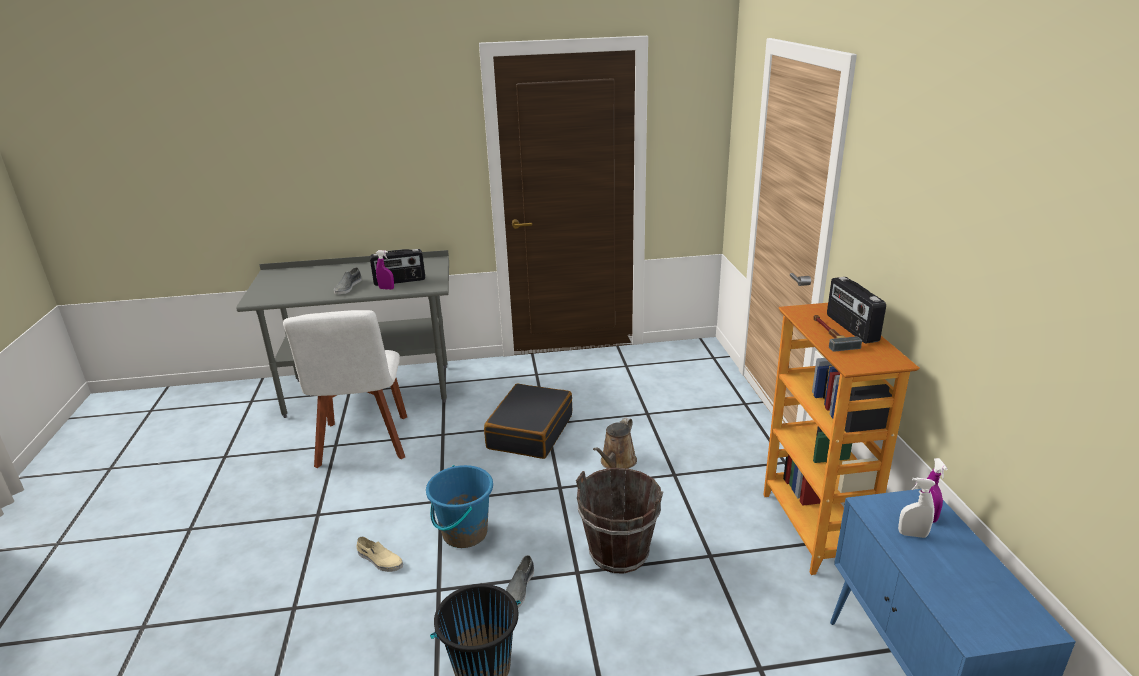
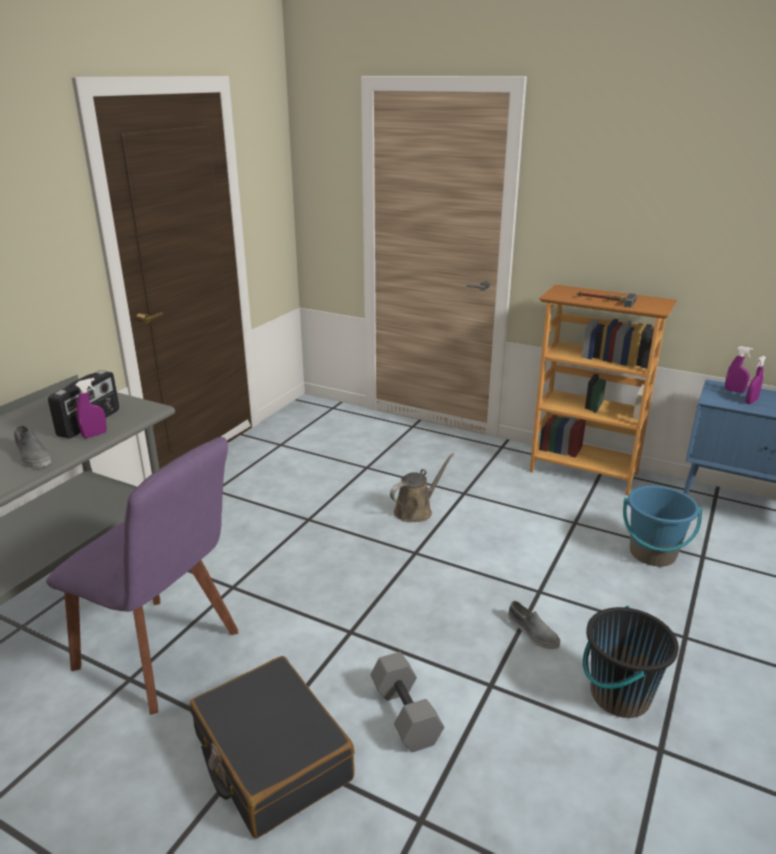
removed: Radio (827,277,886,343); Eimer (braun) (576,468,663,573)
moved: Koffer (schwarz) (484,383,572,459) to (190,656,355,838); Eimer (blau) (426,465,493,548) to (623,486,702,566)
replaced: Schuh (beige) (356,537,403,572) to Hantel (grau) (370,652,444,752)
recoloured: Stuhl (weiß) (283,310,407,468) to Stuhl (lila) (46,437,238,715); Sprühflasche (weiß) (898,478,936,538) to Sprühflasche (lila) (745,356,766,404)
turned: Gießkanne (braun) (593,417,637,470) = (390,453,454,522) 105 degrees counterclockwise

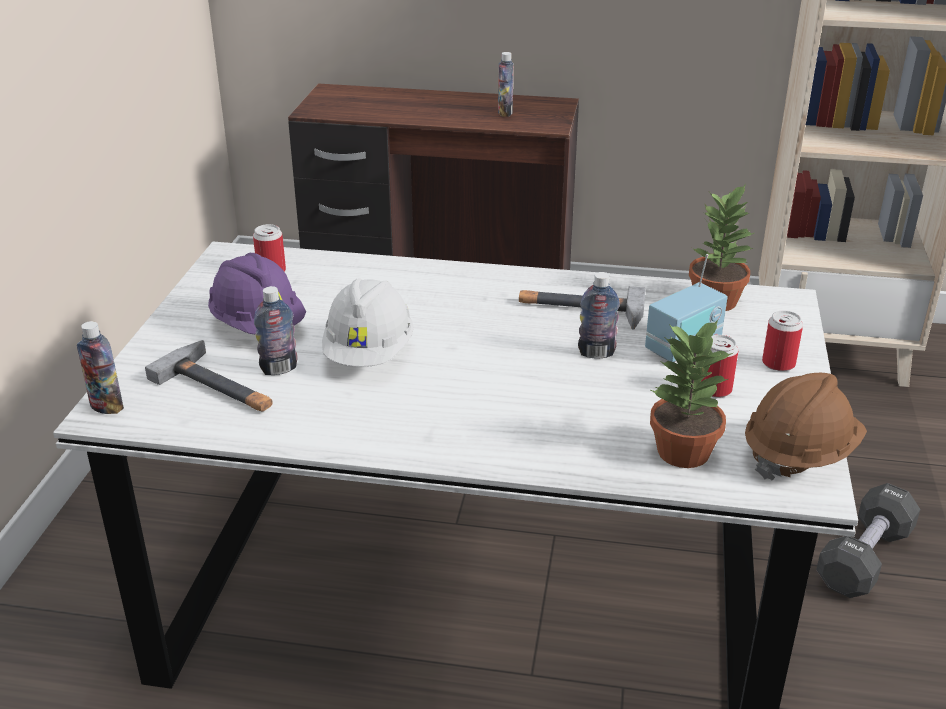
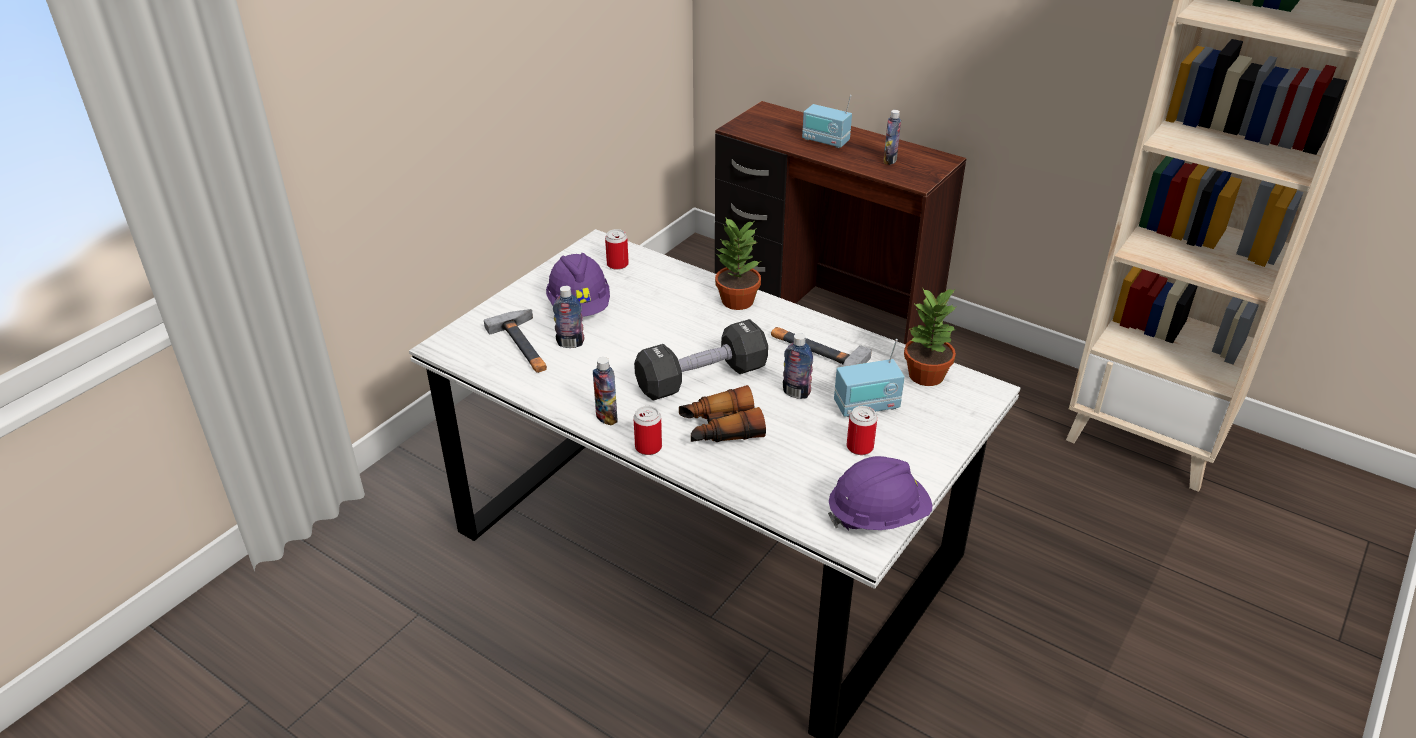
removed: Schutzhelm (weiß) (322,278,414,367)
added: Radio (802,95,852,148); Fernglas (679,385,766,442)
moved: Dose (762,311,803,371) to (633,406,662,455); Topfpflanze (650,319,733,468) to (715,217,761,310); Flasche (77,321,124,414) to (593,357,618,425); Hantel (schwarz) (816,483,920,598) to (634,319,768,401)
recoloured: Schutzhelm (braun) (745,373,867,480) to Schutzhelm (lila) (828,456,932,530)

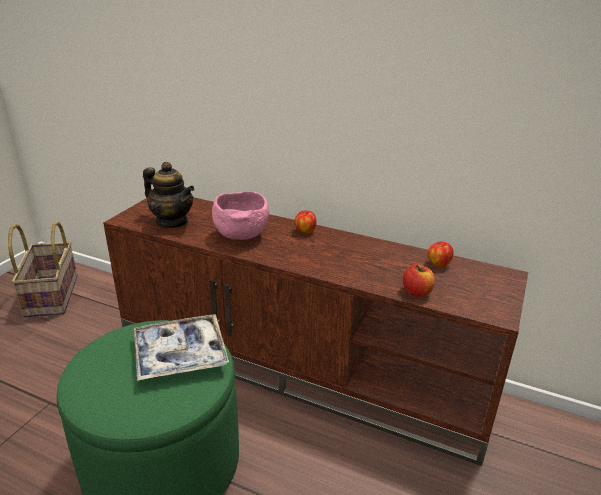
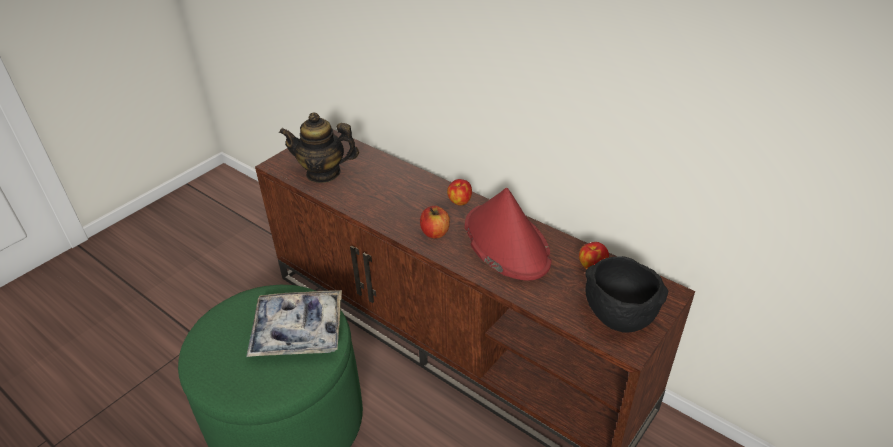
removed: Schüssel (rosa) (212,191,269,240); Korb (8,221,78,318)
added: Hut (rot) (465,188,552,281); Schüssel (schwarz) (585,256,668,333)
moved: Apfel (403,264,435,297) to (420,206,450,239)
turned: Teekanne (143,162,195,228) = (279,112,359,183) 135 degrees clockwise

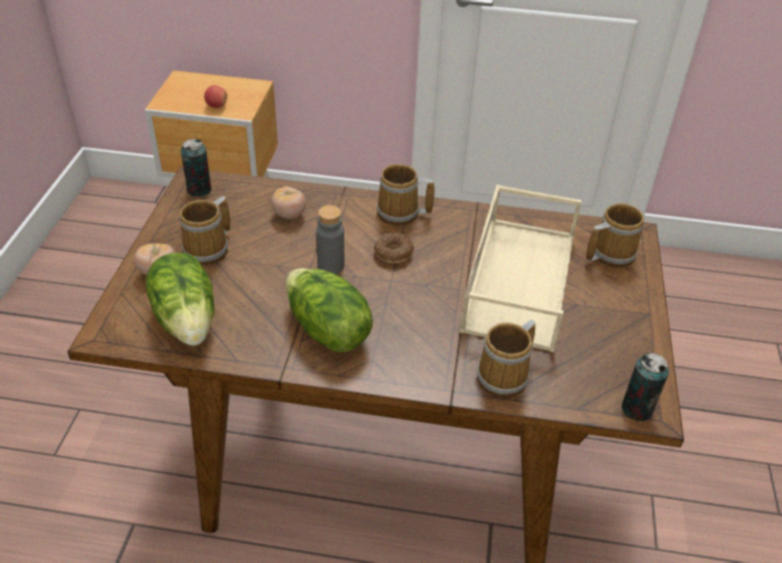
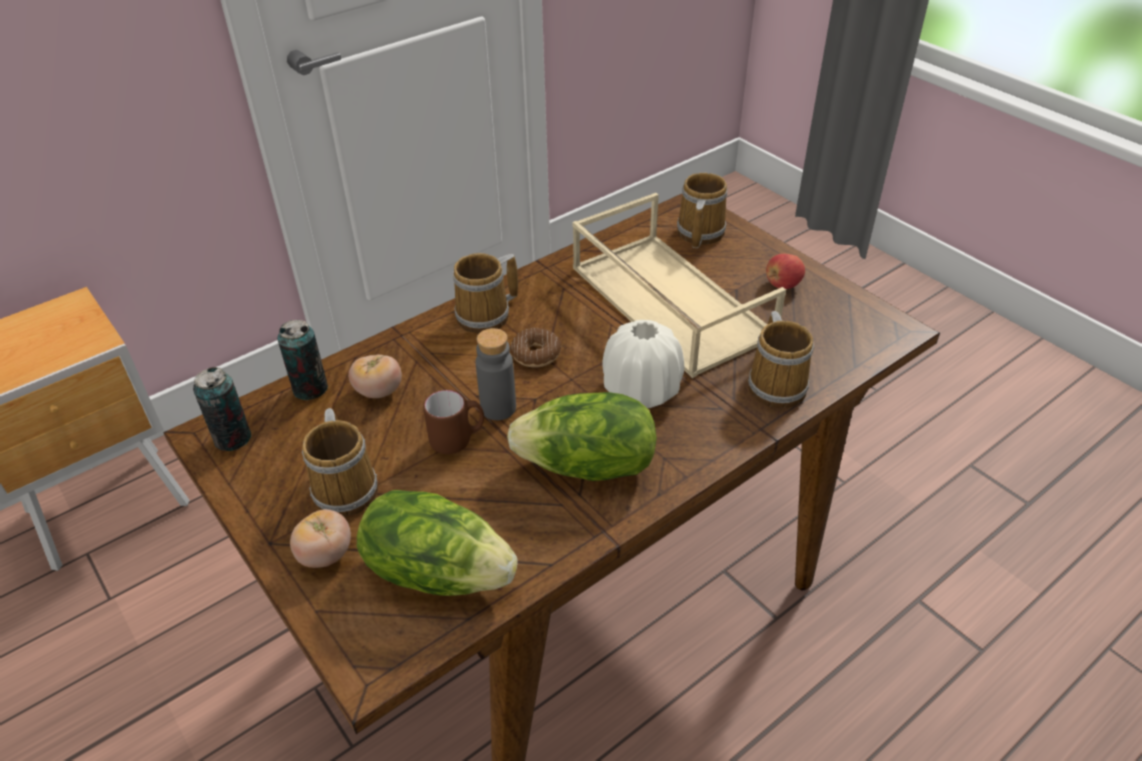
added: Vase (weiß) (603,320,684,408); Henkelbecher (braun) (423,390,484,454)
moved: Apfel (204,85,227,108) to (766,254,805,289); Dose (621,353,669,421) to (277,320,328,400)

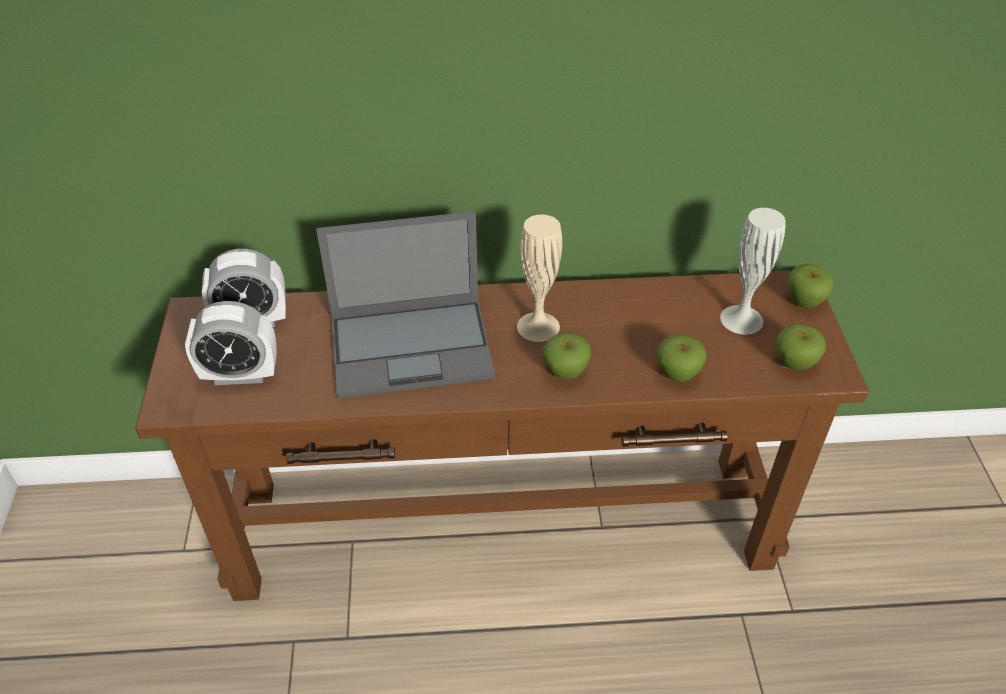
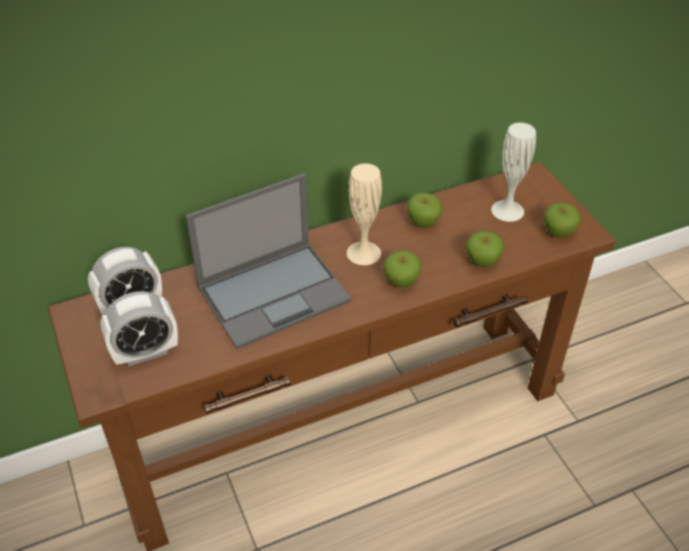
moved: Apfel (788,264,834,308) to (407,193,443,228)

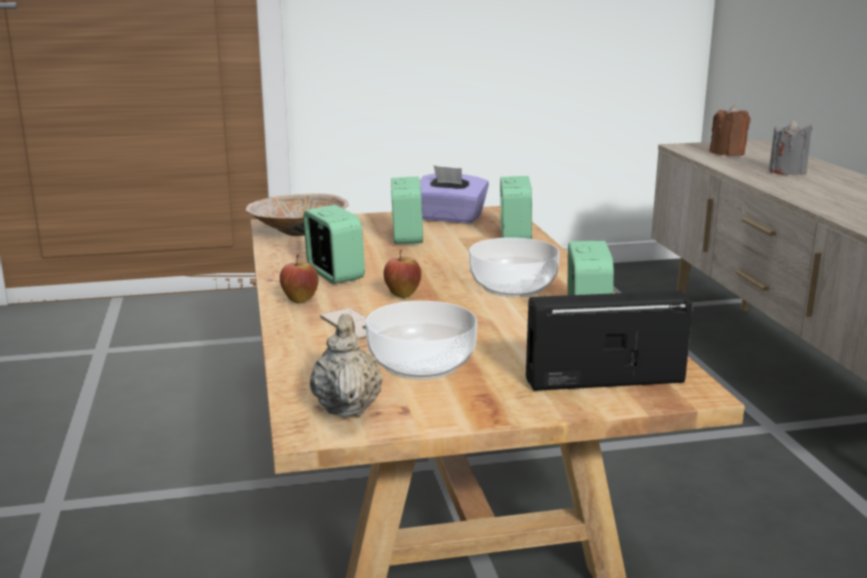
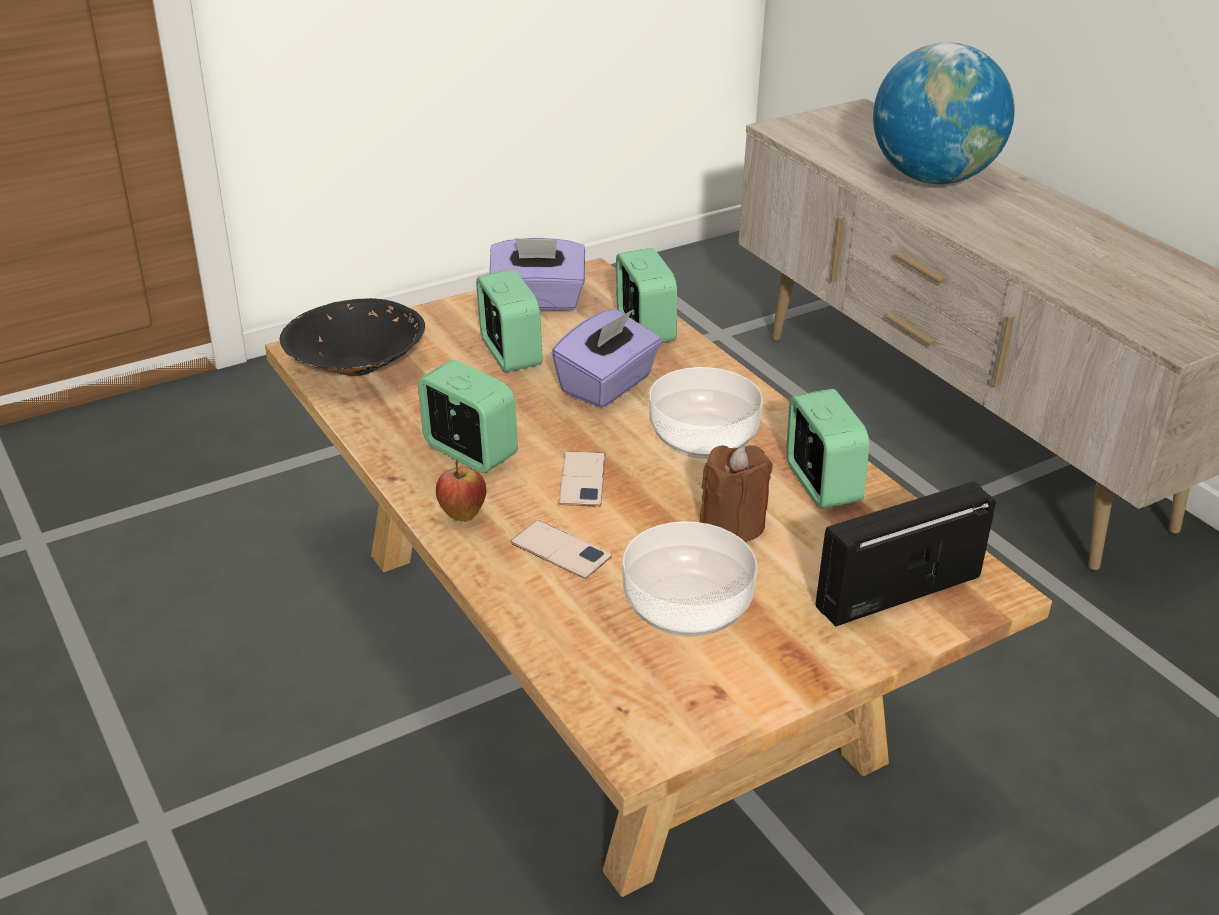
removed: Teekanne (beige) (310,314,383,418)
added: Taschentuchbox (lila) (552,309,662,408)
moved: Kerze (braun) (709,105,751,156) to (700,445,773,542)
replaced: Kerze (grau) (769,119,813,175) to Globus (873,42,1015,184); Apfel (384,250,421,298) to Handy (559,451,606,507)
recoloured: Schüssel (beige) (246,193,349,236) to Schüssel (schwarz) (280,298,425,376)

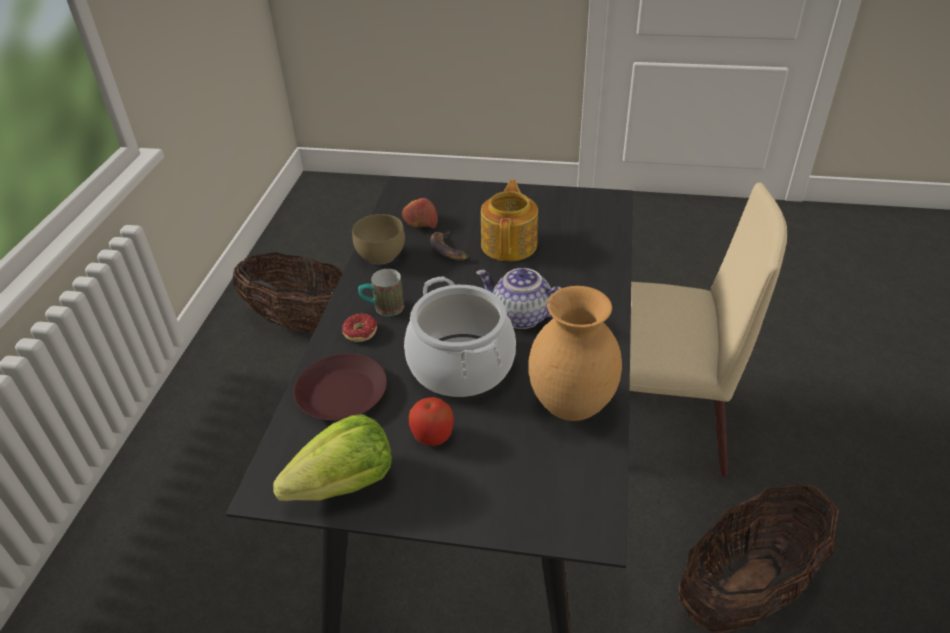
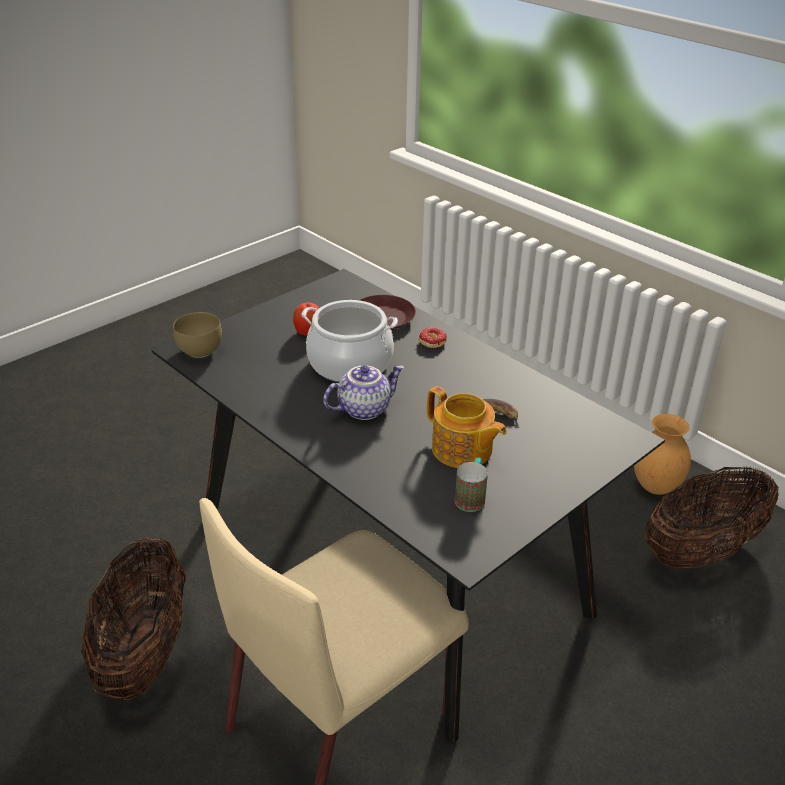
removed: Apfel (402,198,438,228); Salatkopf (273,414,392,501)
moved: Schüssel (braun) (352,214,405,264) to (173,312,222,358); Henkelbecher (358,269,404,316) to (455,457,488,512); Vase (braun) (528,286,622,421) to (634,414,691,495)

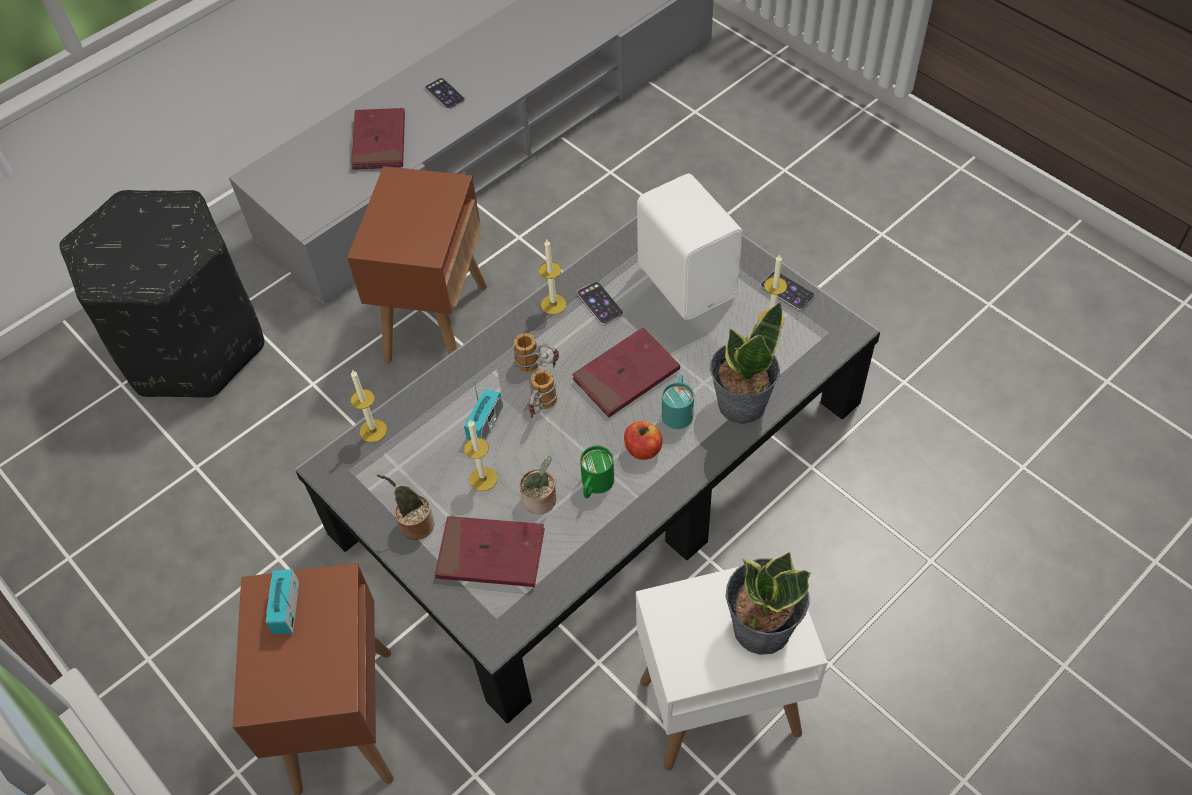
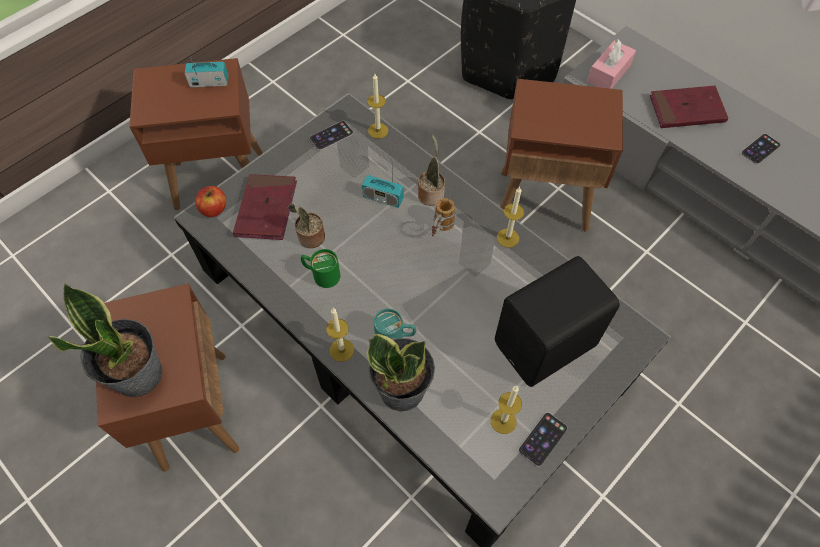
removed: Buch (rot) (572,328,680,417); Henkelbecher (528,370,557,418)
added: Taschentuchbox (rosa) (587,39,636,89)
moved: Handy (577,282,623,325) to (309,121,353,150); Kerze (464,420,498,491) to (326,308,354,362); Apfel (624,421,662,460) to (195,186,226,217); Topfpflanze (377,474,434,540) to (418,134,445,206)
recoloured: Lautsprecher (weiß) (637,174,742,320) to Lautsprecher (schwarz) (495,256,620,387); Beistelltisch (weiß) (636,557,828,770) to Beistelltisch (braun) (96,284,240,472)

